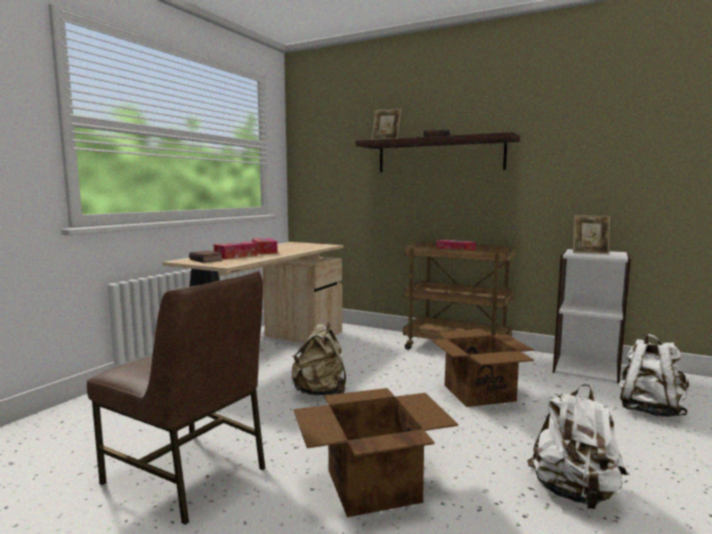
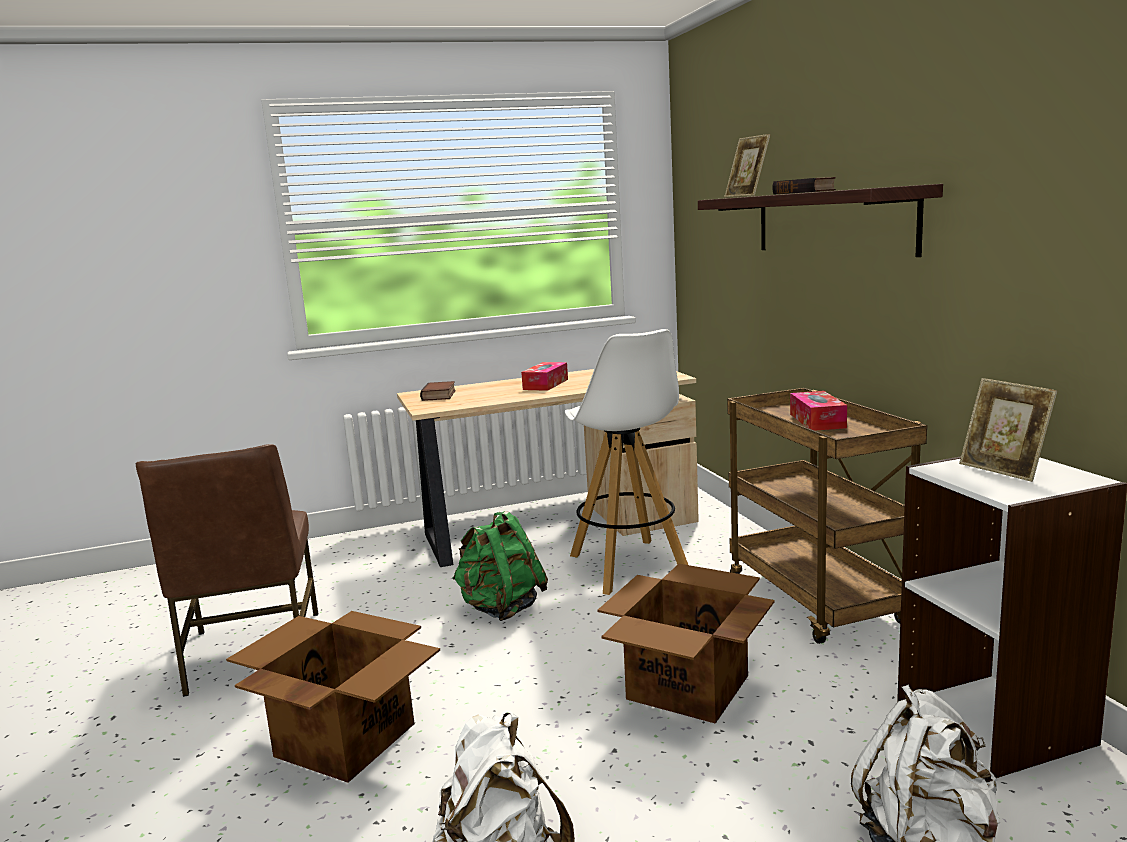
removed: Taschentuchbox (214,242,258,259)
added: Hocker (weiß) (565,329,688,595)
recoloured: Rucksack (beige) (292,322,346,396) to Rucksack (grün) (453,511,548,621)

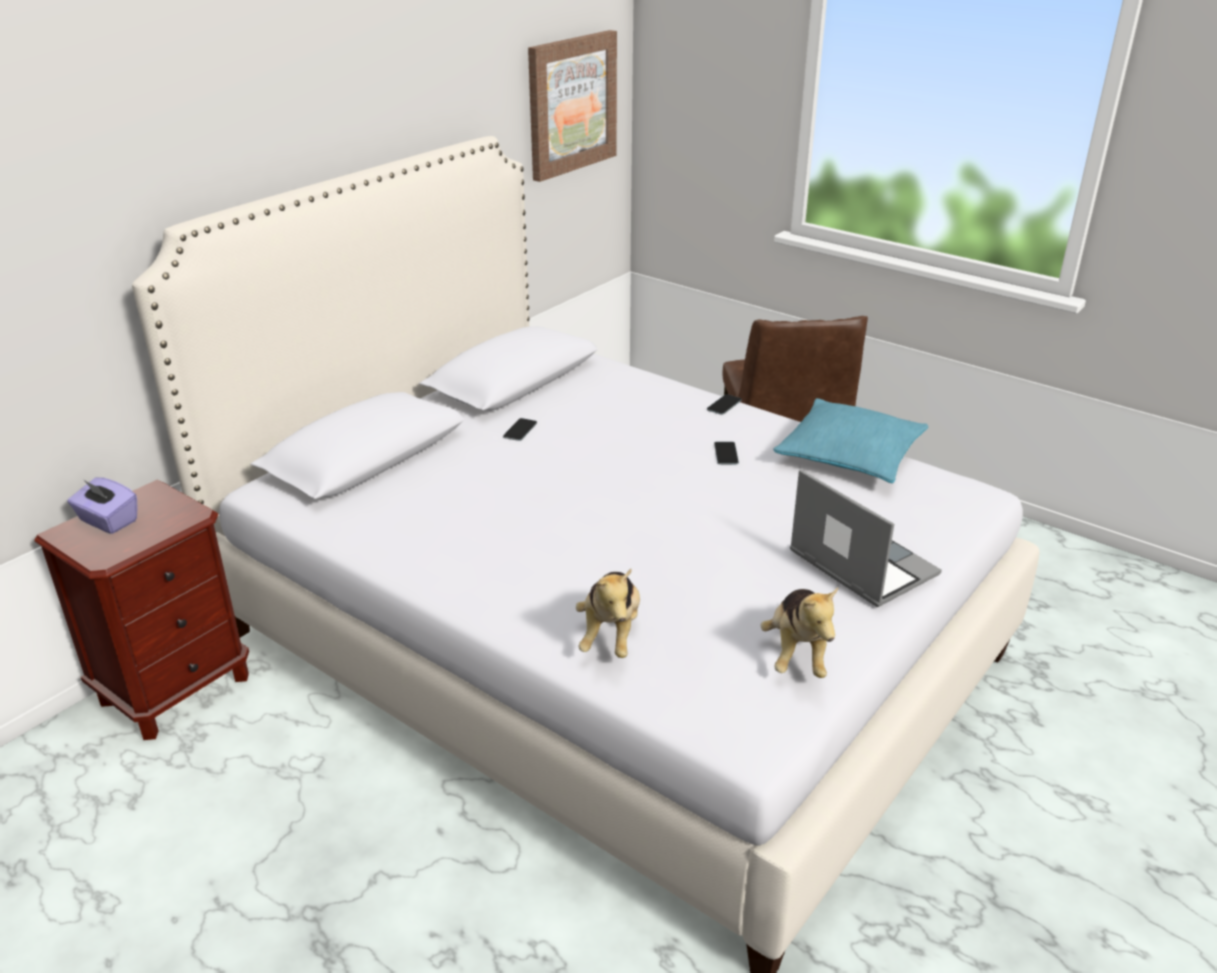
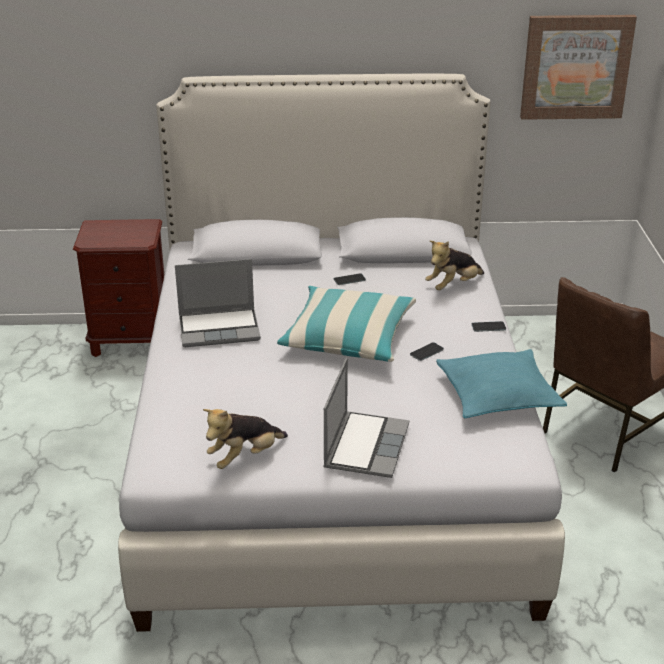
removed: Taschentuchbox (lila) (67,477,137,534)
added: Laptop (175,259,261,347); Kissen (277,286,416,362)
moved: Plüschtier (576,569,640,658) to (425,241,484,290)

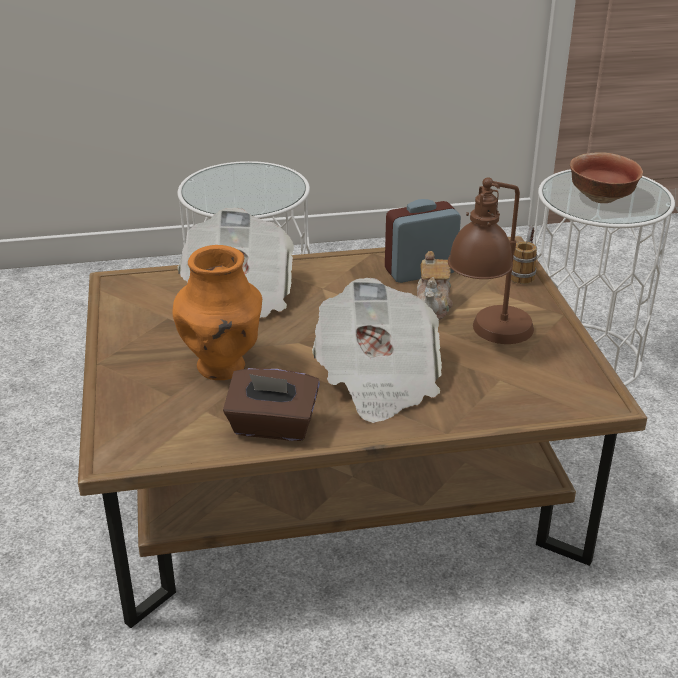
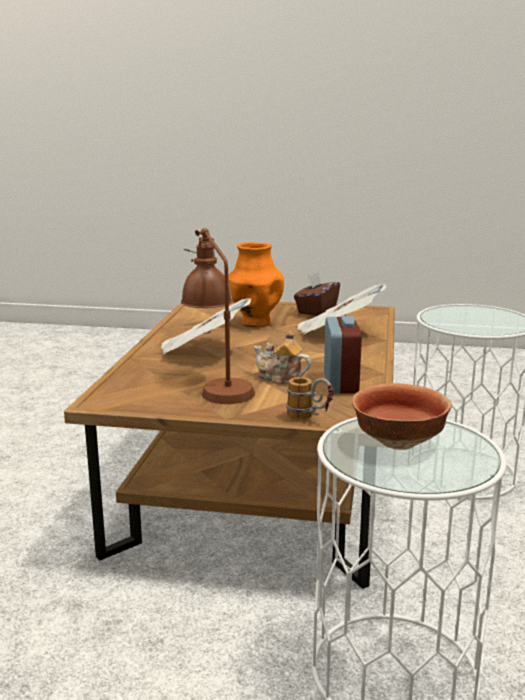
moved: Taschentuchbox (braun) (223,368,320,441) to (294,272,340,316)

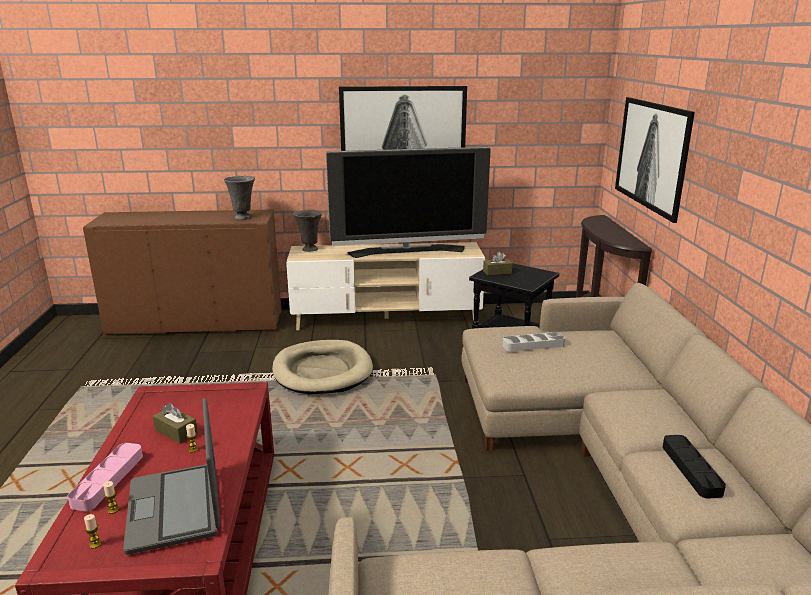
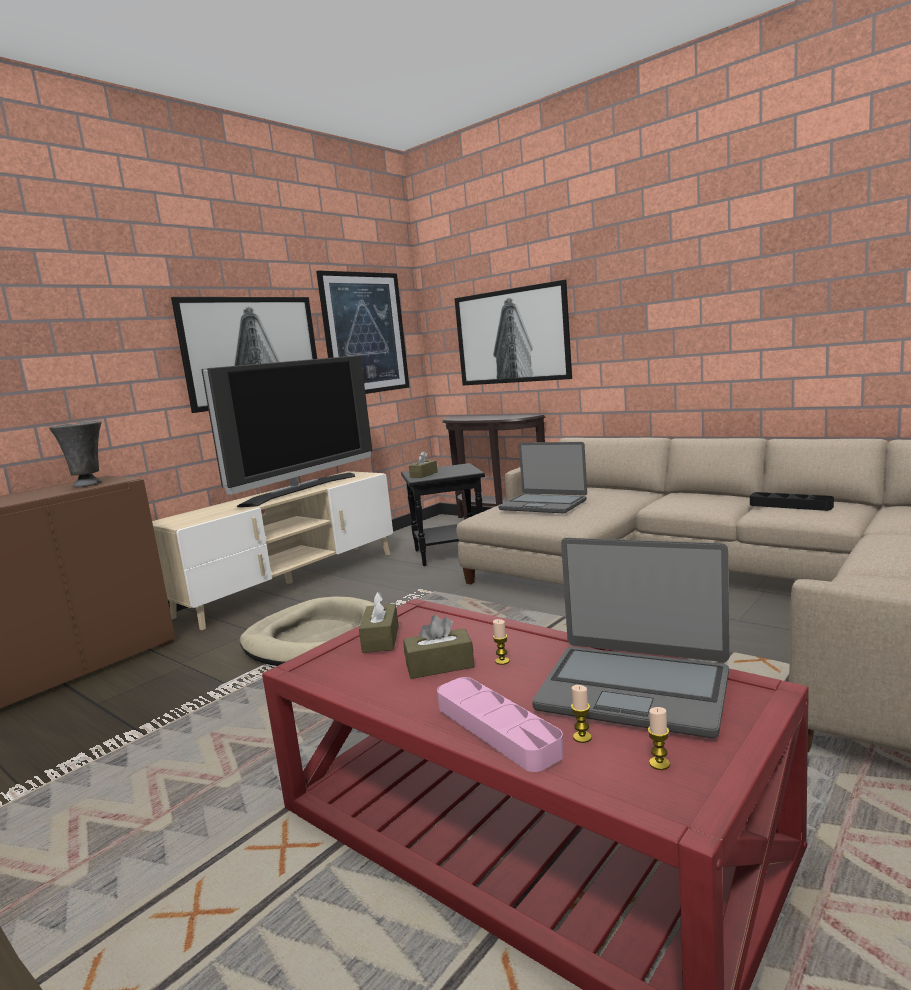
removed: Vase (grau) (293,209,322,252)
added: Bild (316,270,409,394); Taschentuchbox (braun) (359,592,399,653)
replaced: Tablett (grau) (503,332,566,351) to Laptop (498,442,587,513)

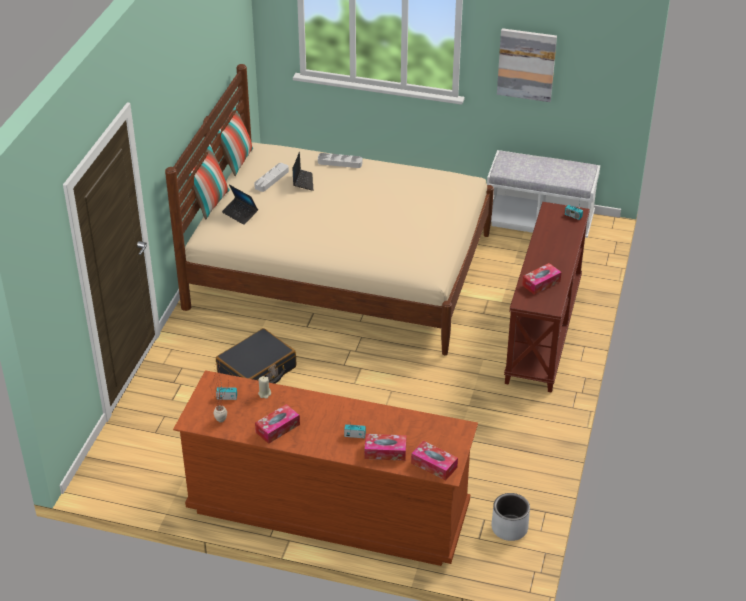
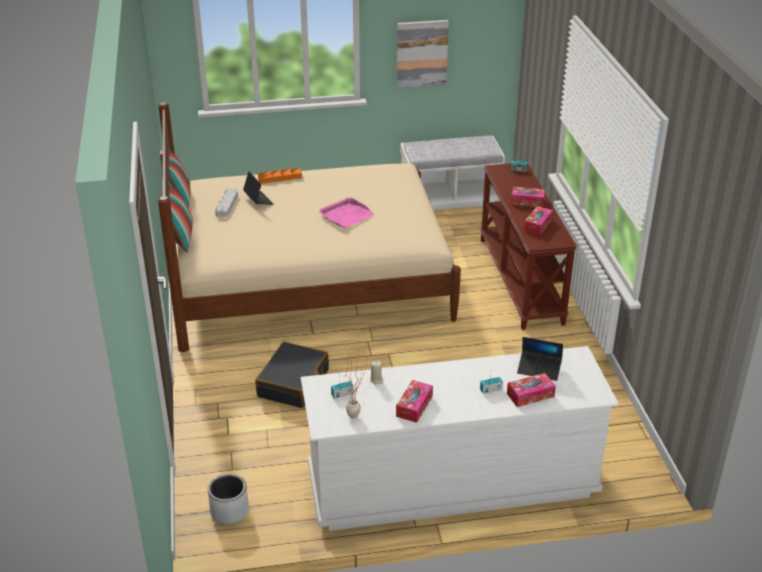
added: Tablett (rosa) (319,198,374,228)
moved: Laptop (222,185,258,225) to (517,337,563,381); Taschentuchbox (411,441,458,481) to (511,187,545,207); Pflanzkübel (grau) (491,493,530,541) to (208,474,249,524)
recoloured: Tablett (grau) (318,153,363,168) to Tablett (orange) (258,168,302,184); Kommode (braun) (173,370,478,566) to Kommode (weiß) (301,346,619,531)

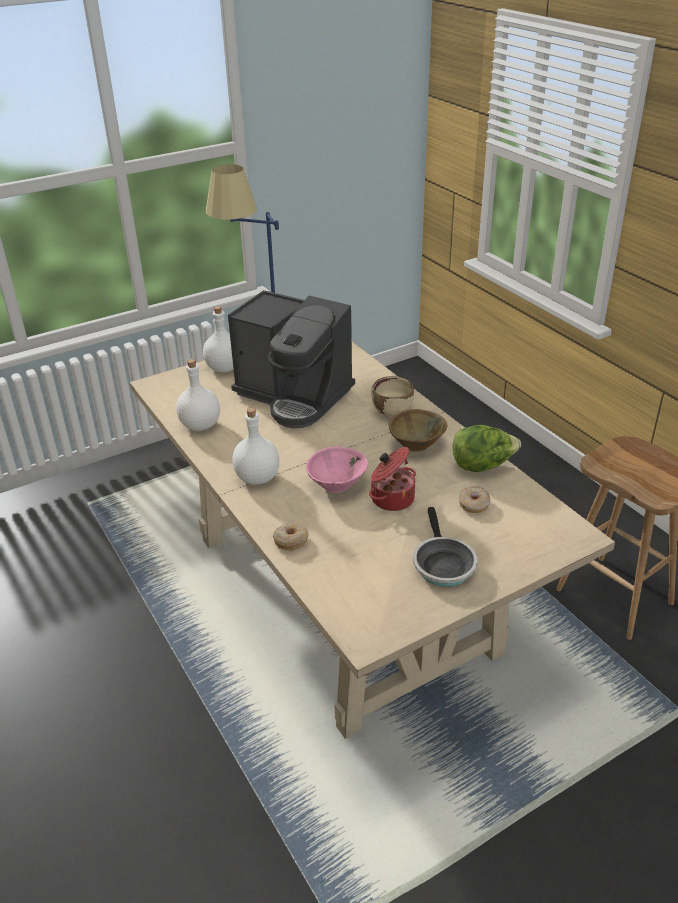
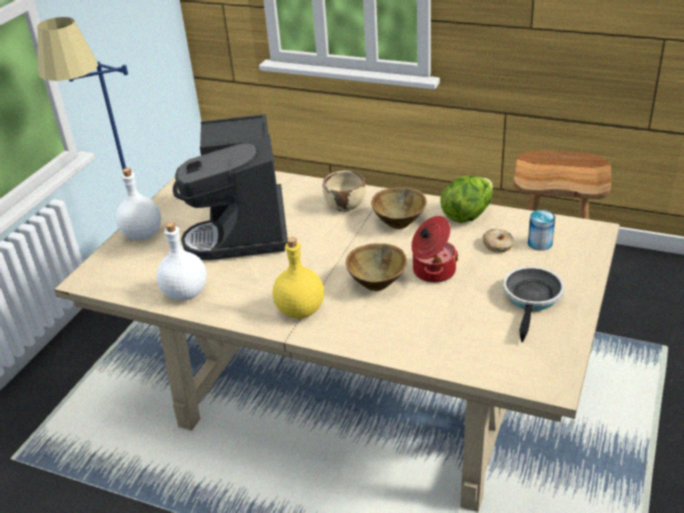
removed: Donut (273,524,308,550)
added: Dose (528,210,555,251)
recoloured: Flasche (weiß) (232,408,280,485) to Flasche (gelb) (273,237,324,319); Schüssel (rosa) (306,446,368,493) to Schüssel (braun) (346,243,407,291)
turned: Kaffeemaschine (228,290,355,428) = (173,114,288,260) 90 degrees clockwise; Pfanne (413,507,478,587) = (503,267,565,342) 120 degrees counterclockwise

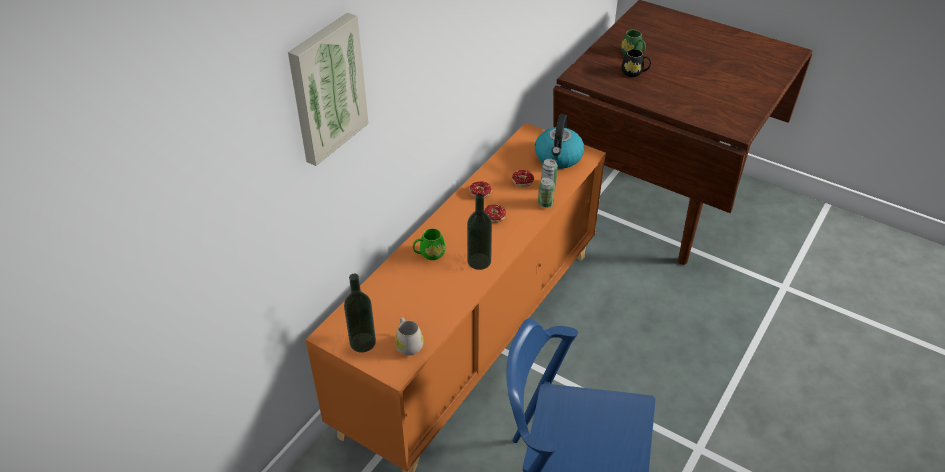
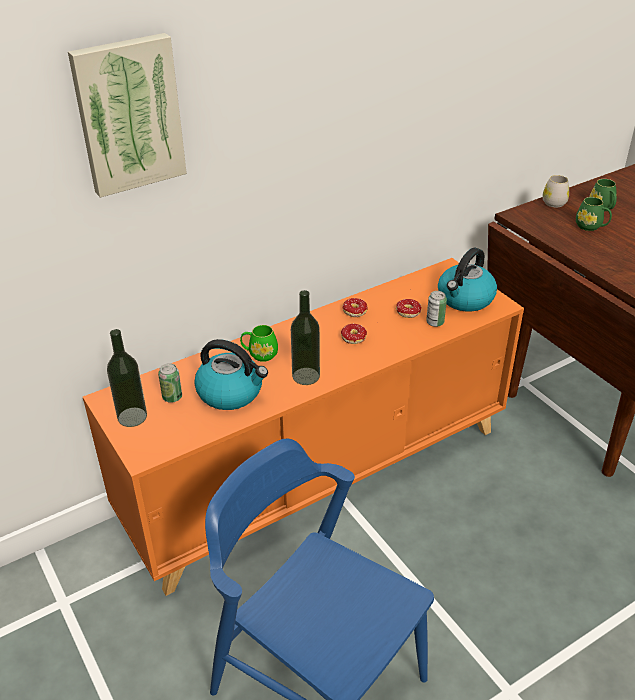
added: Wasserkessel (194,339,268,410)
moved: Dose (538,177,555,208) to (158,363,182,403); Henkelbecher (weiß) (395,317,424,356) to (542,175,569,208)
recoloured: Henkelbecher (schwarz) (622,49,651,77) to Henkelbecher (grün) (576,197,612,231)

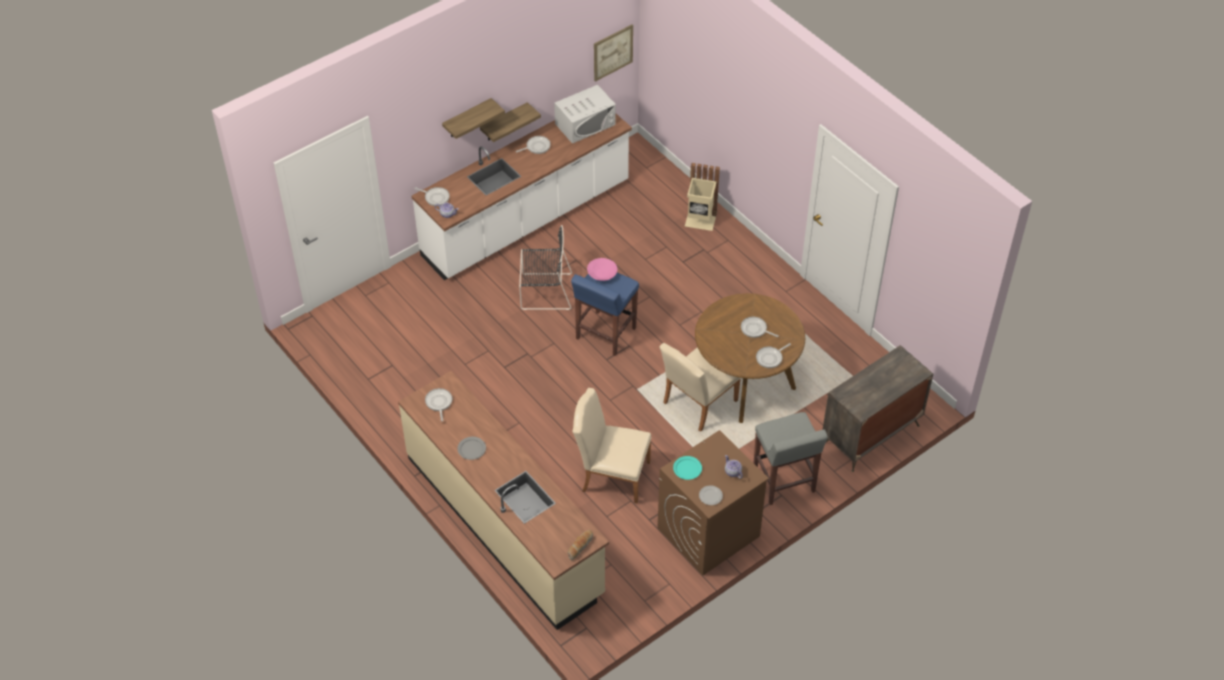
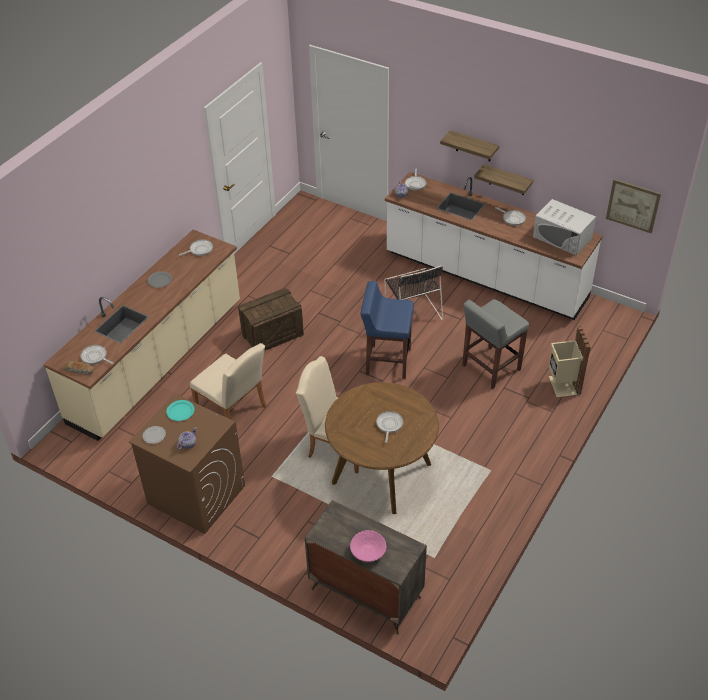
added: Kiste (238,288,304,351)
moved: Schüssel (rosa) (587,258,618,281) to (350,530,386,562); Pfanne (756,343,791,368) to (80,345,114,365); Hocker (grau) (754,412,828,505) to (462,299,529,389)
turned: Stuhl (beige) (573,388,651,503) = (190,343,266,419) 135 degrees clockwise

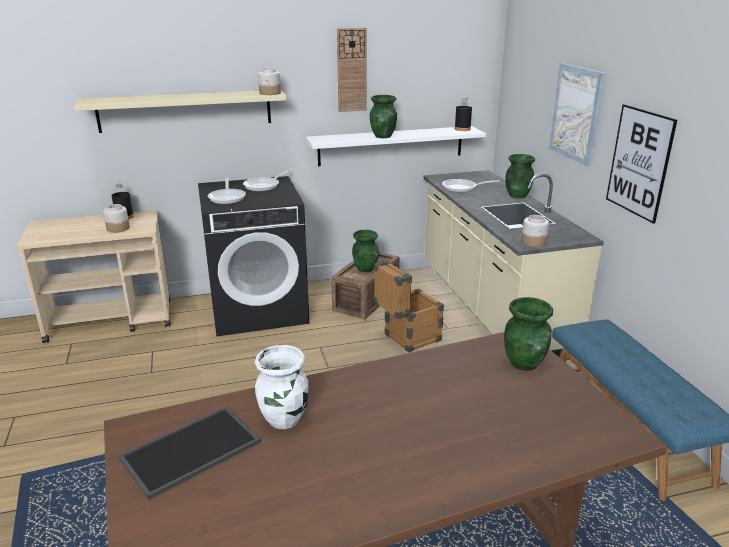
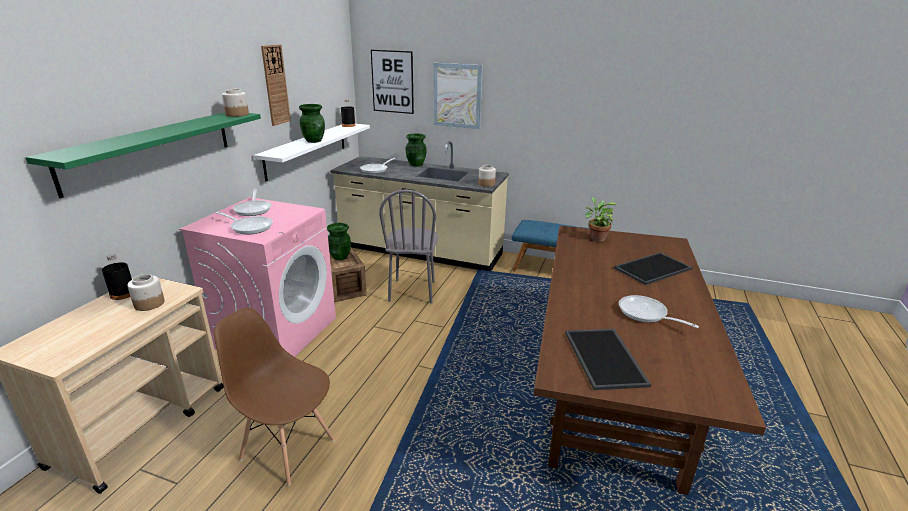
removed: Vase (weiß) (255,345,309,429)
added: Tablett (614,252,693,285); Pfanne (619,295,699,328); Stuhl (braun) (214,308,335,486)
moved: Bild (606,104,677,224) to (371,50,414,114)
replaced: Kiste (374,260,444,353) to Stuhl (grau) (379,189,438,304); Vase (grün) (504,297,553,371) to Topfpflanze (585,197,617,241)
recoloured: Wandregal (beige) (74,90,287,133) to Wandregal (grün) (25,112,261,198); Waschmaschine (schwarz) (198,176,309,337) to Waschmaschine (rosa) (179,197,336,357)

